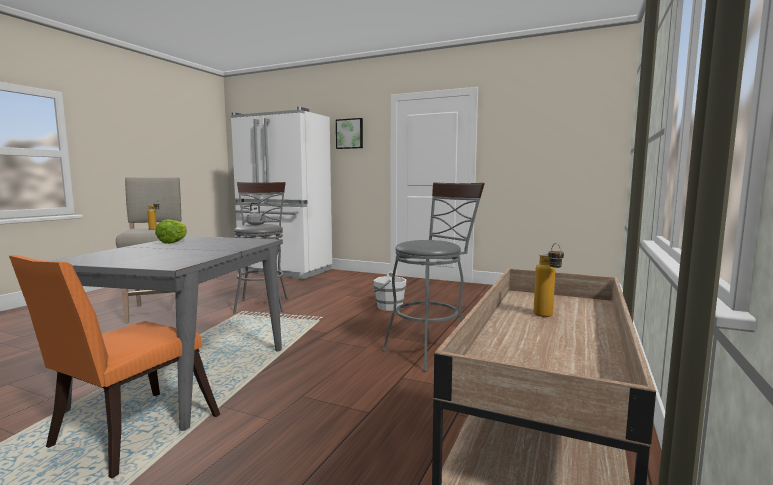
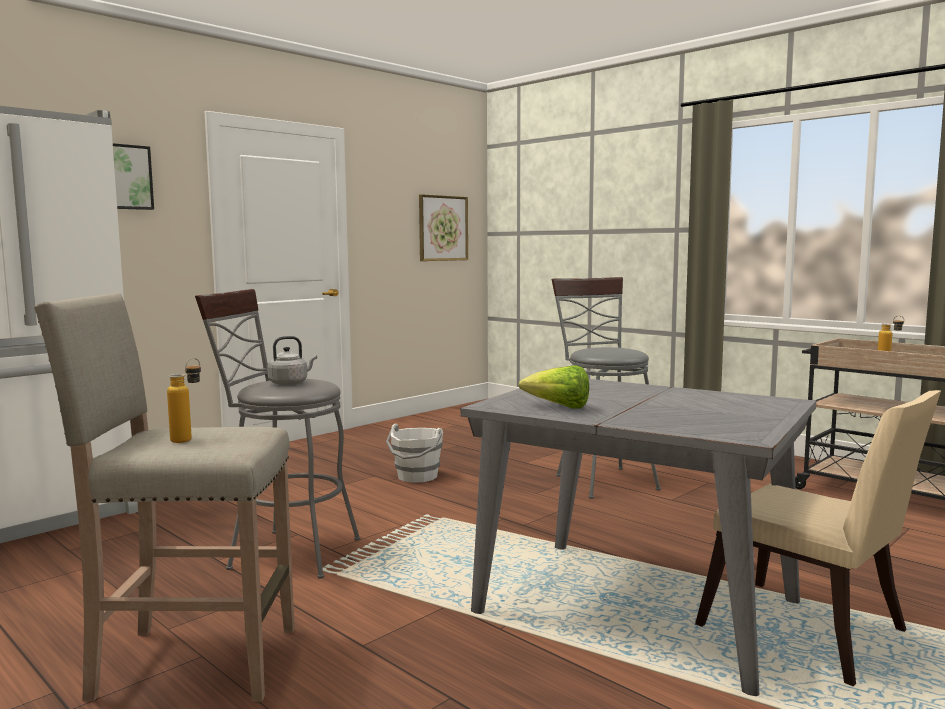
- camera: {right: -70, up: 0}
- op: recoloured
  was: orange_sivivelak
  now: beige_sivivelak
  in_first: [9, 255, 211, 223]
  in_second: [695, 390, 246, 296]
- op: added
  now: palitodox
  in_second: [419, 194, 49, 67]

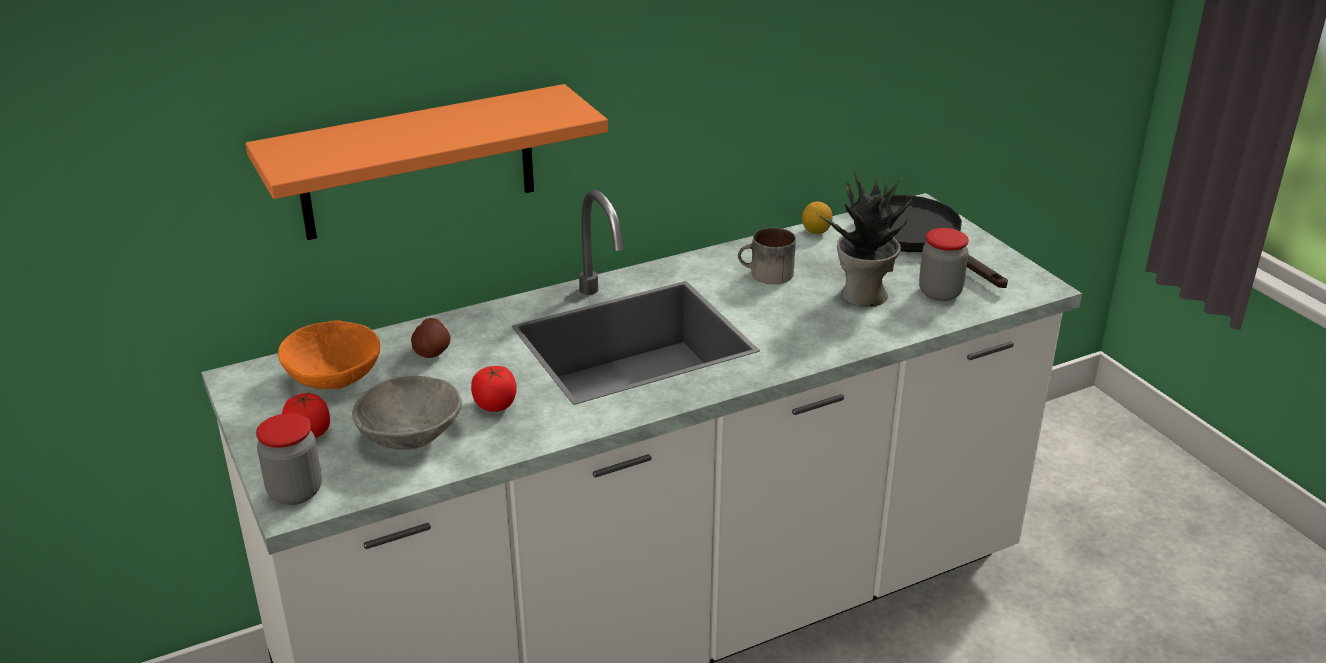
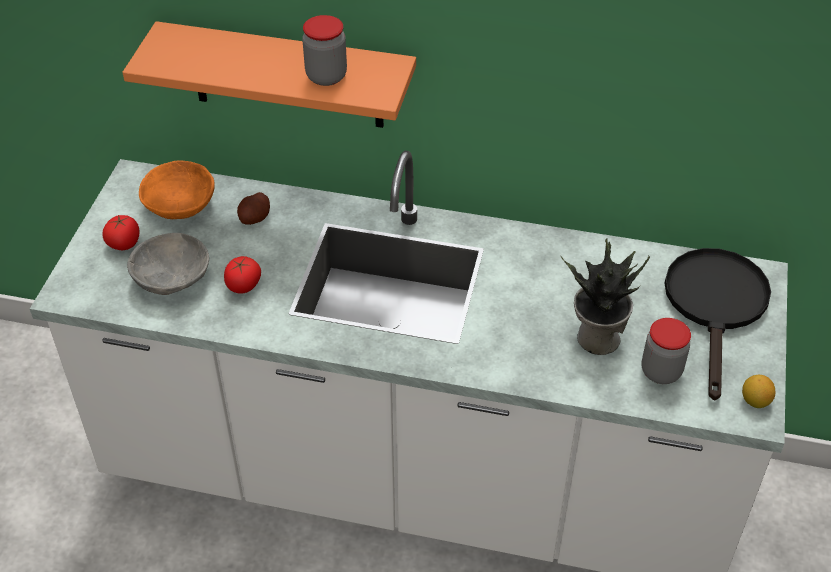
- camera: {right: 40, up: 15}
- op: moved
  was: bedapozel
  in_first: [256, 413, 66, 92]
  in_second: [302, 15, 45, 71]
- op: removed
  was: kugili
  in_first: [738, 228, 58, 56]
- op: moved
  was: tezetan
  in_first: [802, 202, 31, 32]
  in_second: [742, 375, 34, 33]

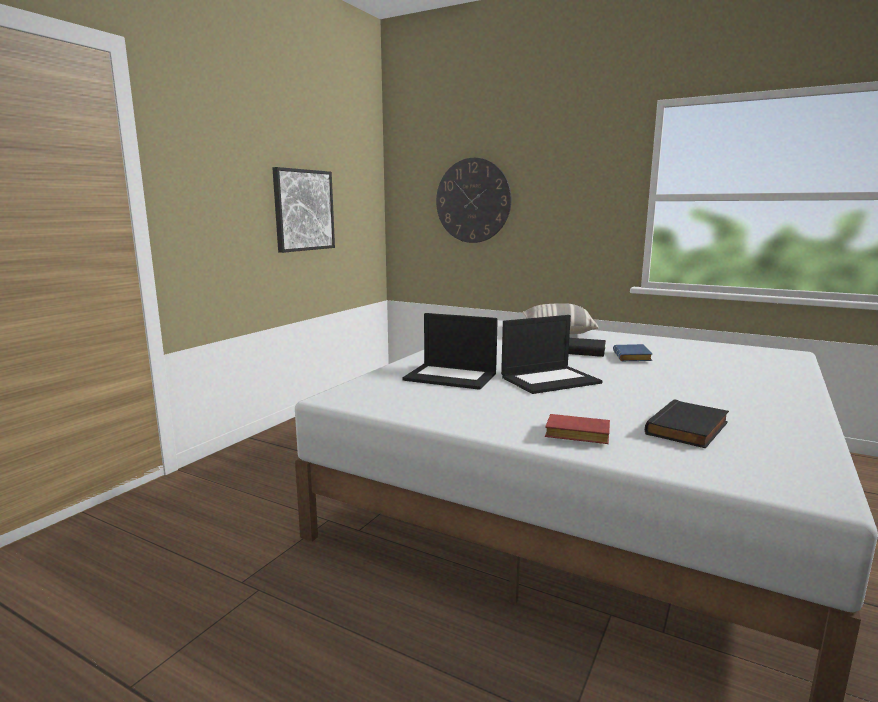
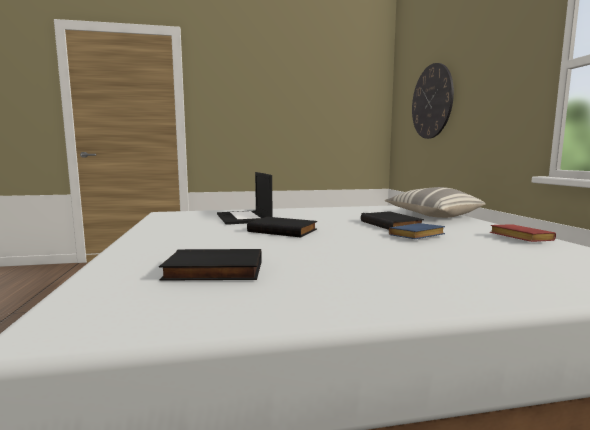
- camera: {right: 50, up: -5}
- op: removed
  was: palitodox
  in_first: [272, 167, 63, 86]
- op: replaced
  was: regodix
  now: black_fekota
  in_first: [501, 315, 102, 79]
  in_second: [247, 217, 70, 20]
- op: moved
  was: red_fekota
  in_first: [545, 414, 65, 30]
  in_second: [490, 224, 66, 18]

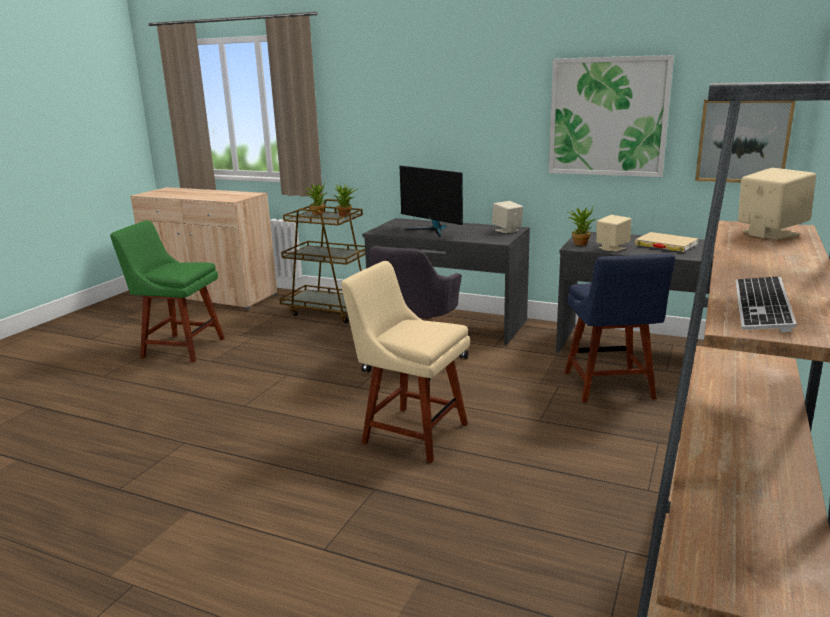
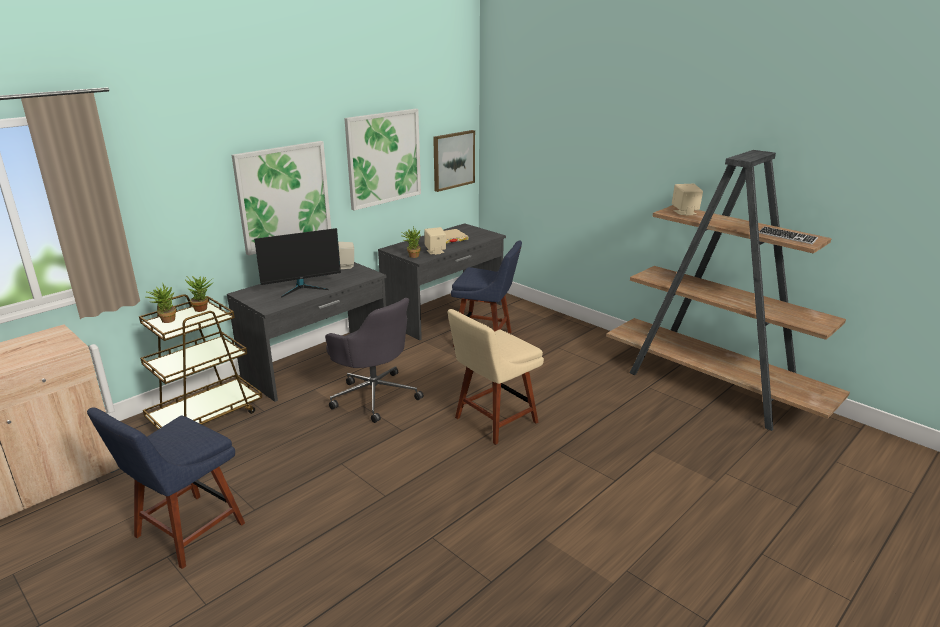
- camera: {right: -70, up: 5}
- op: recoloured
  was: green_sivivelak
  now: blue_sivivelak
  in_first: [110, 220, 115, 143]
  in_second: [87, 408, 158, 161]
- op: added
  now: palitodox
  in_second: [232, 141, 99, 115]

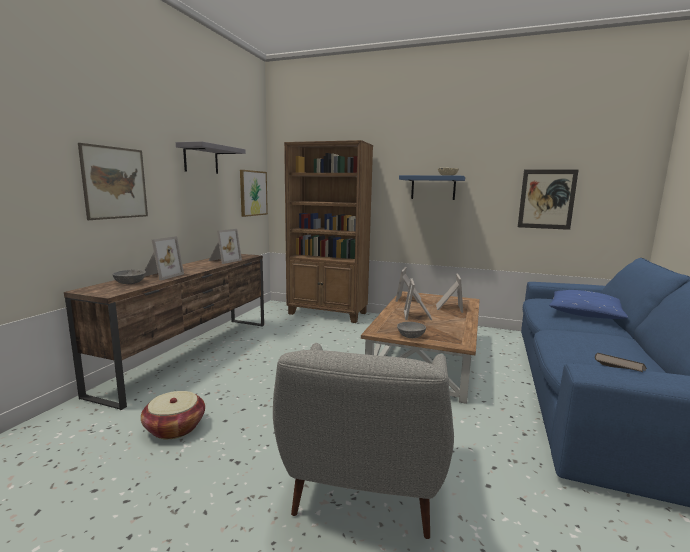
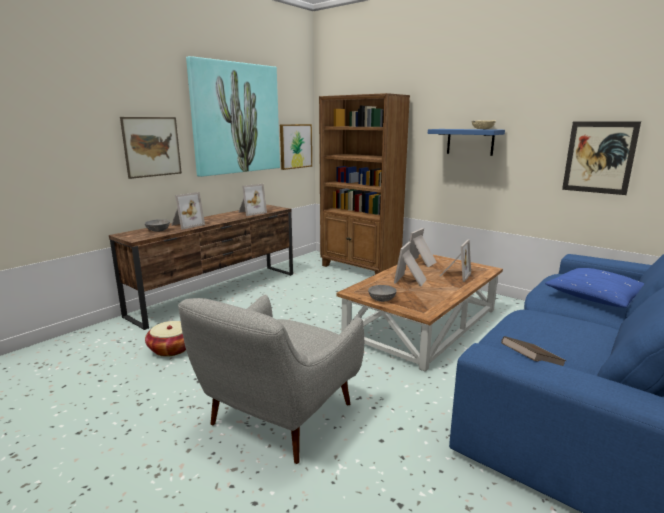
- camera: {right: 20, up: 5}
- op: replaced
  was: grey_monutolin
  now: palitodox
  in_first: [176, 141, 70, 33]
  in_second: [186, 56, 94, 121]

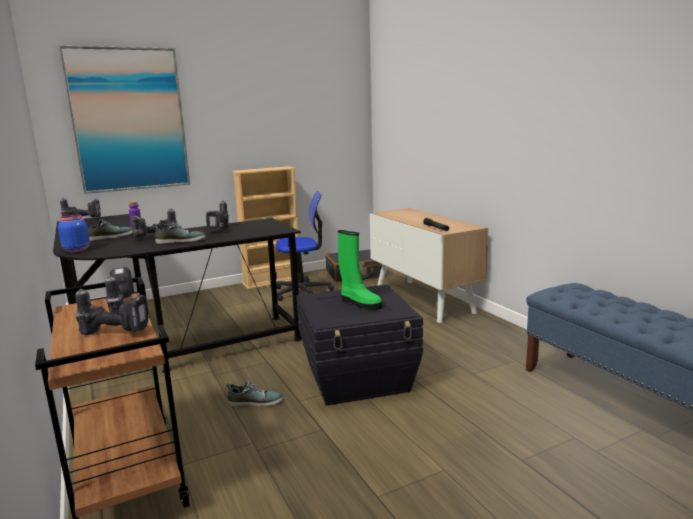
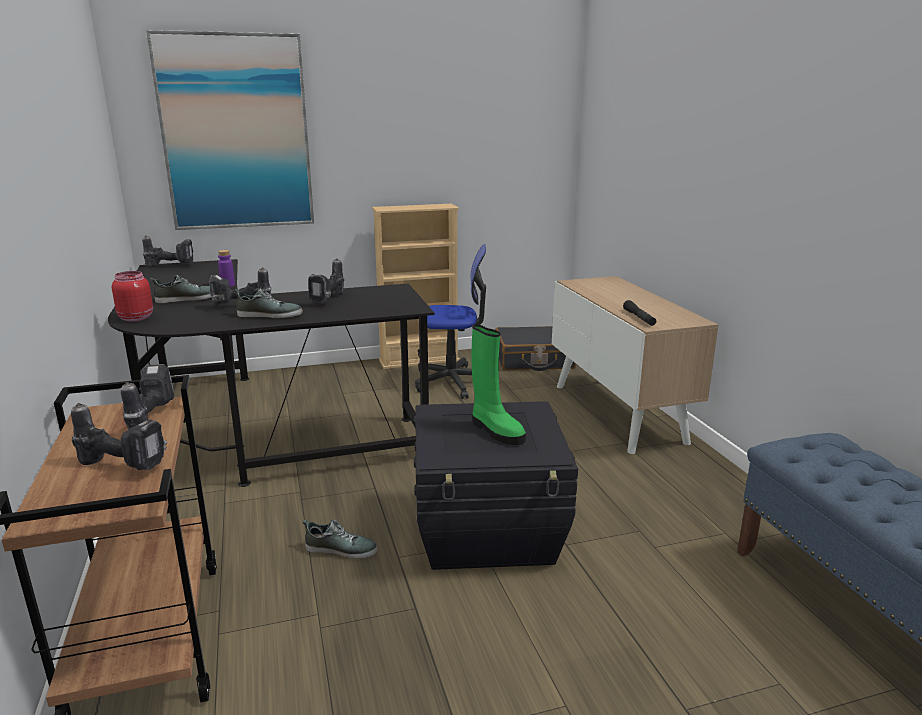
- camera: {right: 10, up: 5}
- op: recoloured
  was: blue_bedapozel
  now: red_bedapozel
  in_first: [58, 215, 32, 37]
  in_second: [112, 271, 41, 51]

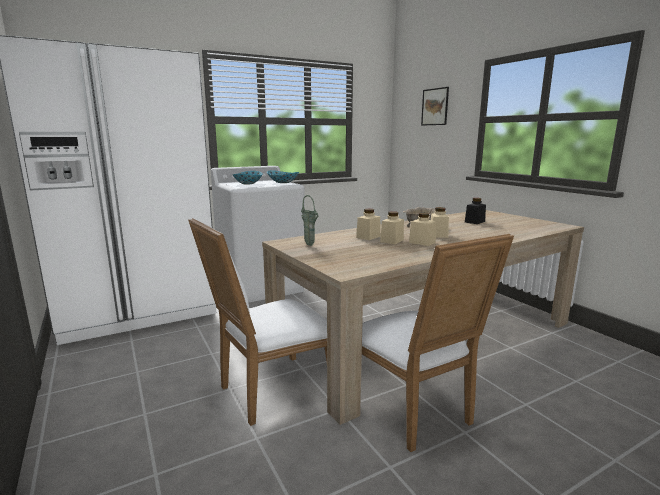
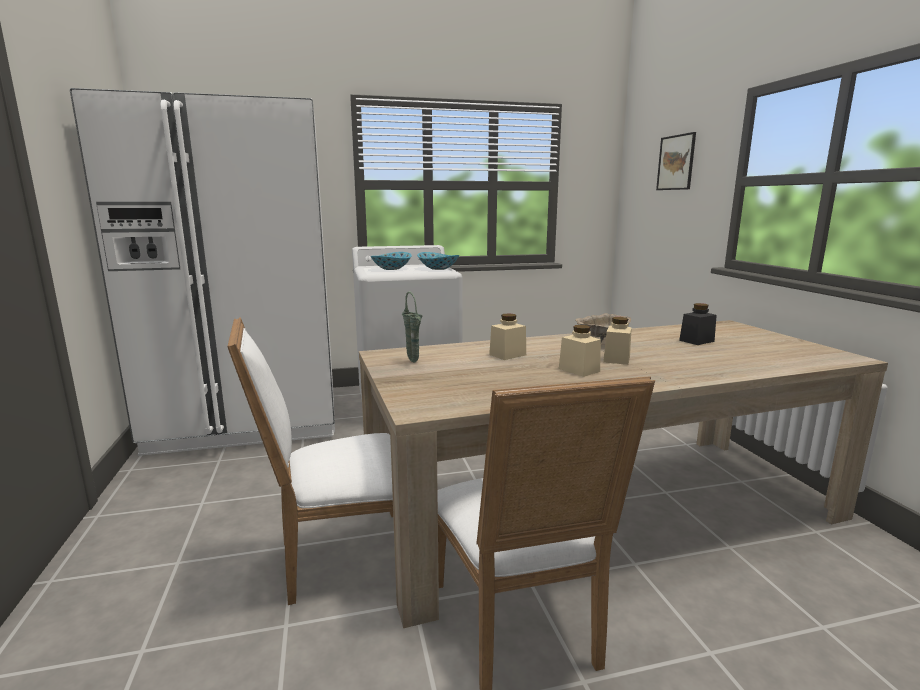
- camera: {right: 15, up: 0}
- op: removed
  was: beige_bedapozel
  in_first: [380, 211, 24, 33]

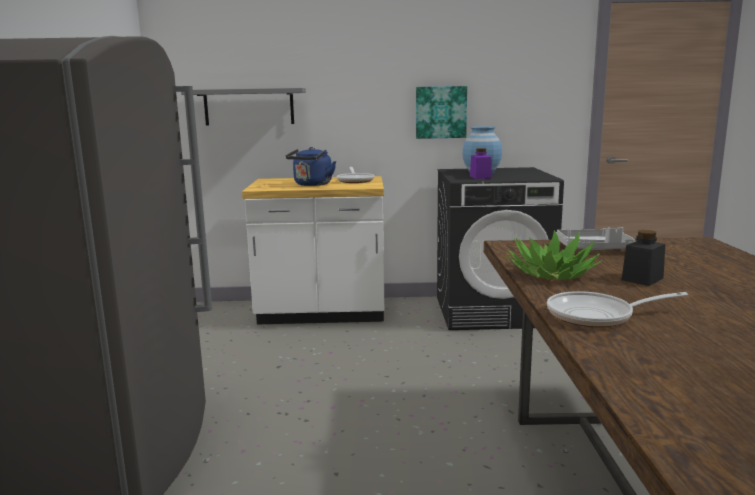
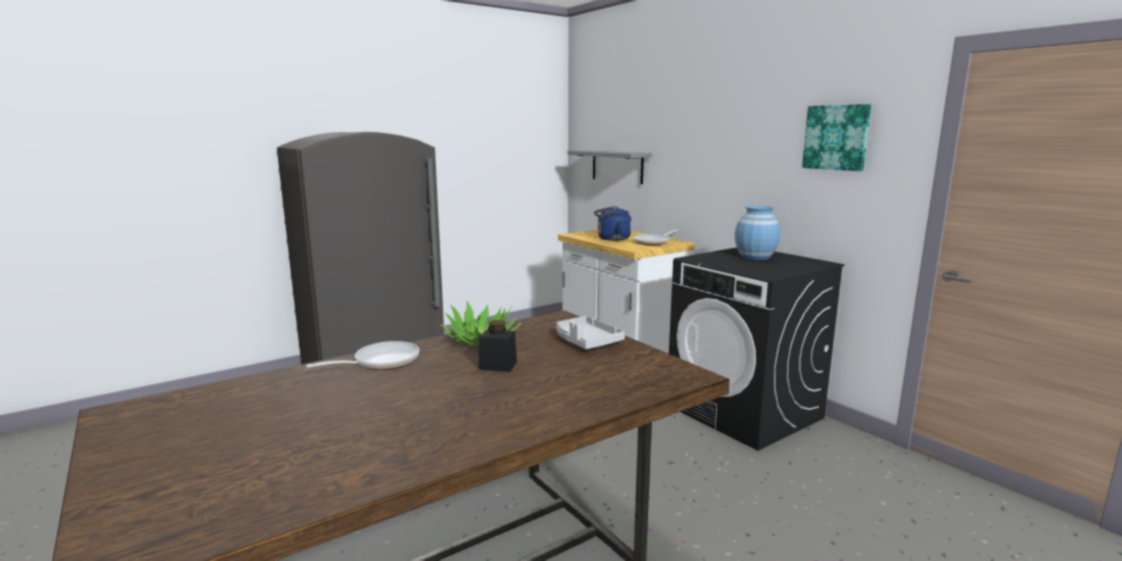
- camera: {right: 55, up: 0}
- op: moved
  was: palitodox
  in_first: [416, 86, 51, 53]
  in_second: [802, 104, 69, 67]
- op: removed
  was: purple_bedapozel
  in_first: [470, 148, 22, 31]
- op: turned
  was: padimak
  in_first: [547, 291, 141, 36]
  in_second: [306, 341, 113, 29]
  clockwise: 90

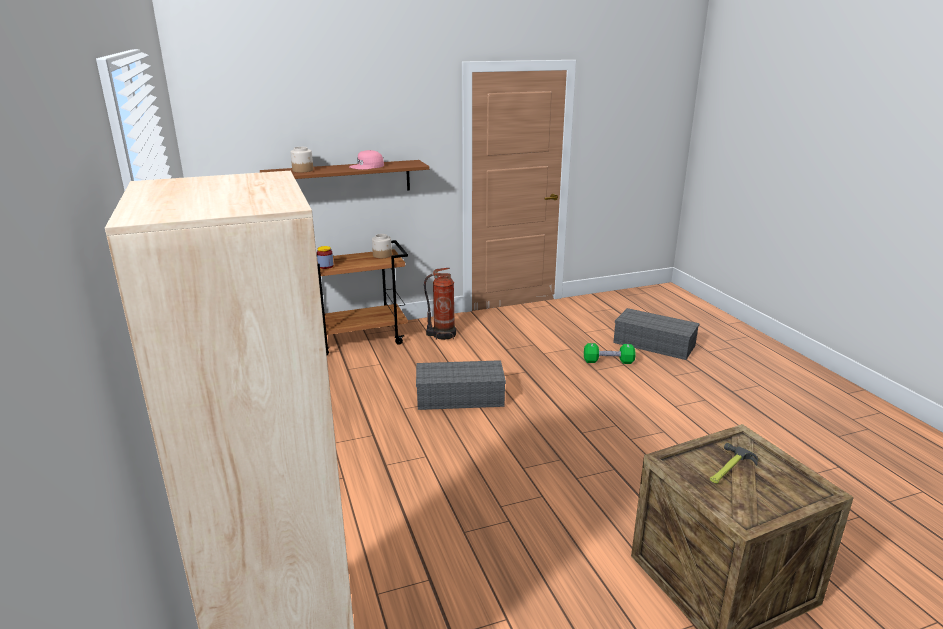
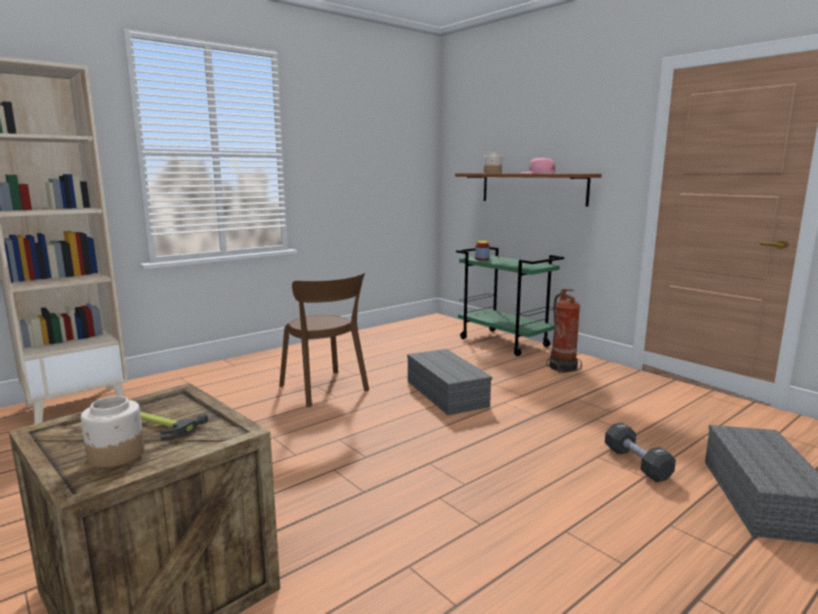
- camera: {right: 70, up: -10}
- op: recoloured
  was: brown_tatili
  now: green_tatili
  in_first: [317, 240, 91, 115]
  in_second: [456, 247, 108, 109]
- op: moved
  was: bedapozel
  in_first: [372, 234, 20, 24]
  in_second: [81, 396, 64, 71]
- op: recoloured
  was: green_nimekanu
  now: black_nimekanu
  in_first: [584, 343, 52, 21]
  in_second: [605, 423, 71, 59]
- op: added
  now: brown_sivivelak
  in_second: [279, 272, 90, 135]

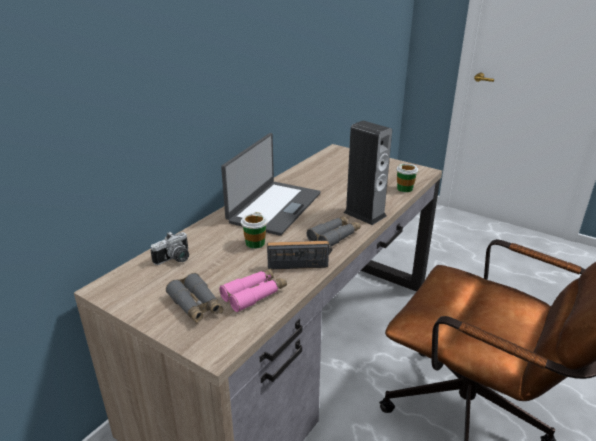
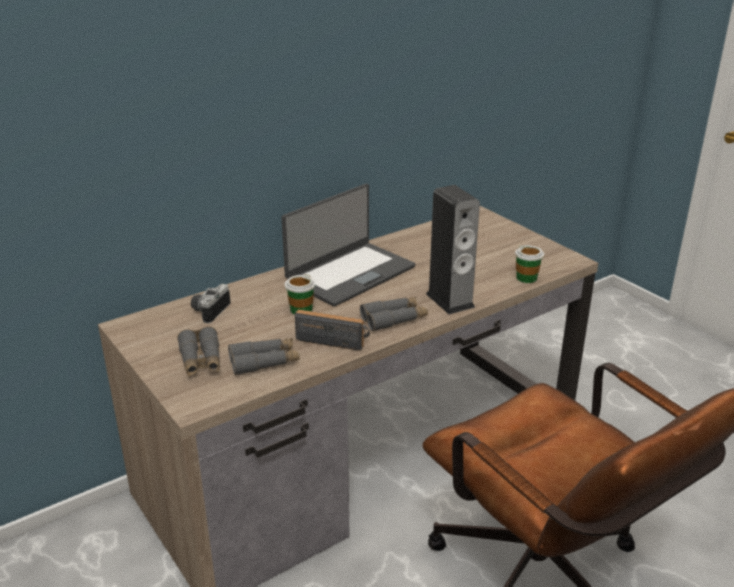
- camera: {right: 20, up: 0}
- op: turned
  was: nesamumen
  in_first: [150, 232, 39, 33]
  in_second: [191, 284, 39, 40]
  clockwise: 135
- op: recoloured
  was: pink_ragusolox
  now: grey_ragusolox
  in_first: [219, 269, 68, 43]
  in_second: [228, 338, 72, 37]

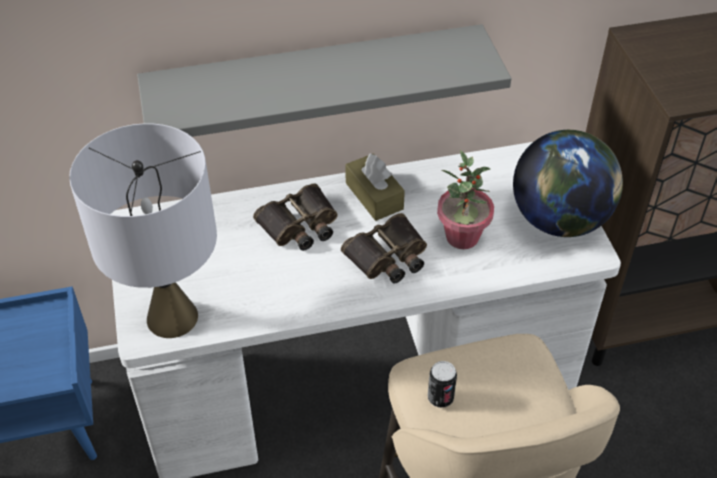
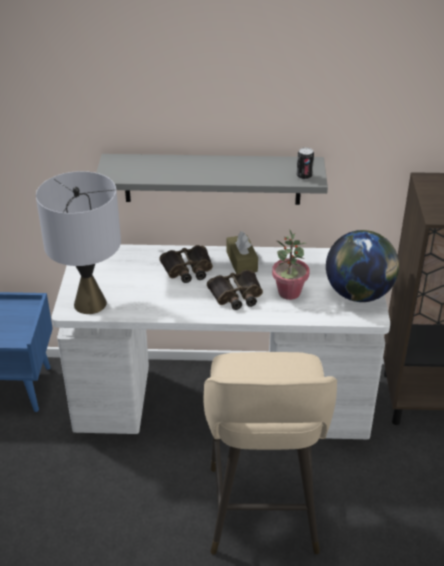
- camera: {right: 15, up: -10}
- op: moved
  was: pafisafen
  in_first: [428, 361, 29, 47]
  in_second: [296, 147, 18, 33]

